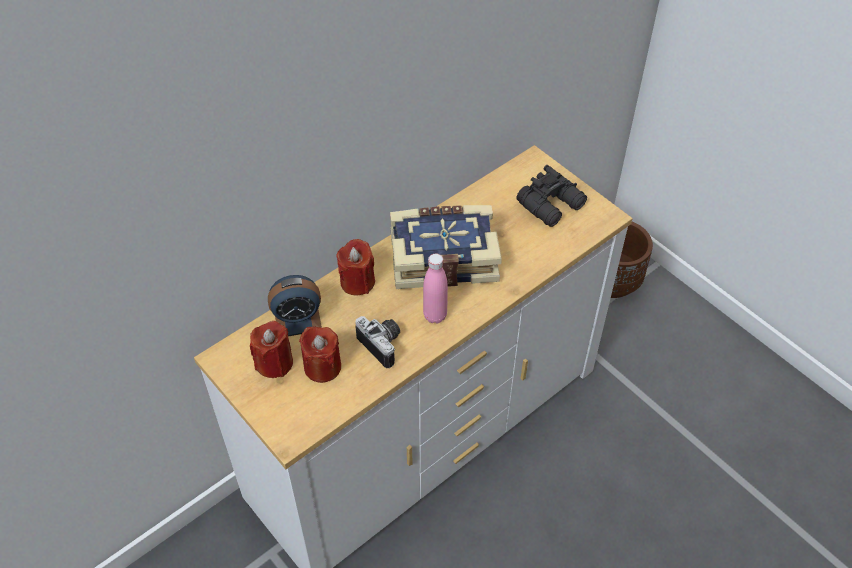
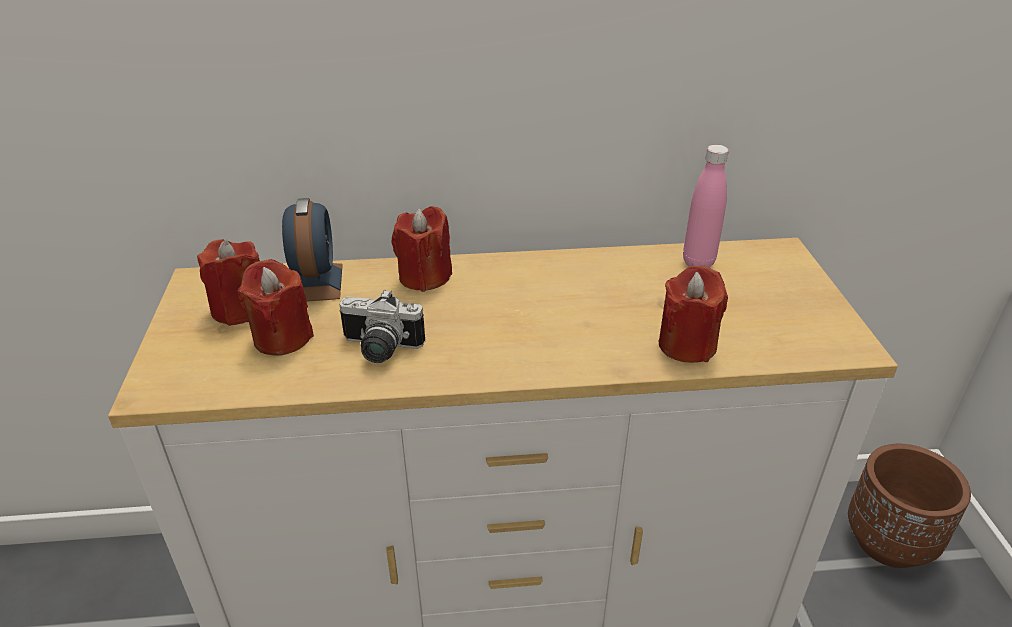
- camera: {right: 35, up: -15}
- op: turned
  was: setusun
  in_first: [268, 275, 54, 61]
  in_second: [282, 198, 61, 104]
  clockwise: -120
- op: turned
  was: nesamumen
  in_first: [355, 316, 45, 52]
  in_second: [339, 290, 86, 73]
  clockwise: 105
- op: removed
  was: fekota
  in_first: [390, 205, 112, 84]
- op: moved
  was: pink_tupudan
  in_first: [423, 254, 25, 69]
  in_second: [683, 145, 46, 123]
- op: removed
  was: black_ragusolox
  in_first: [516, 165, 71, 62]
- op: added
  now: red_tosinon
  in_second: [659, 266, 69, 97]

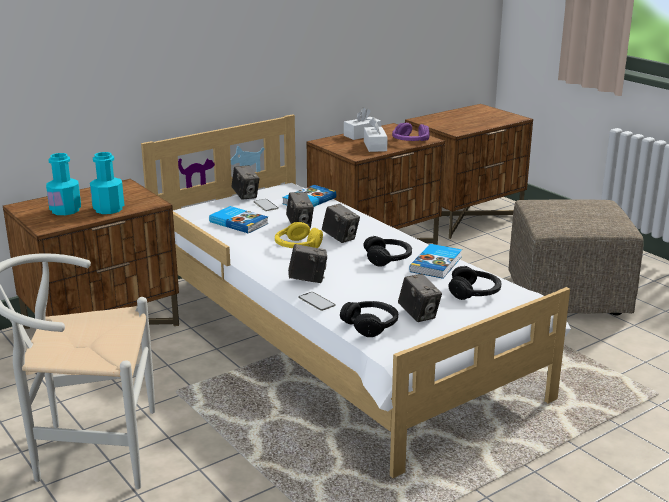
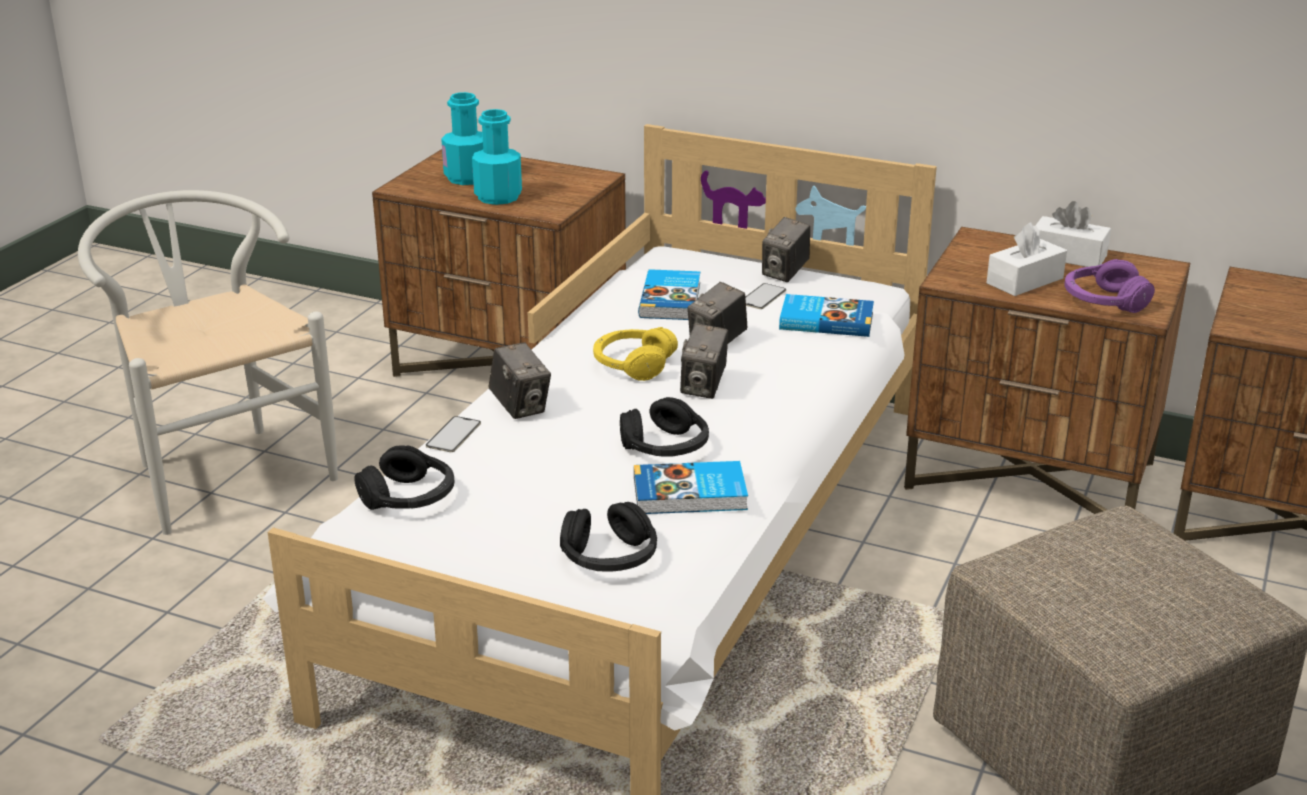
- camera: {right: 60, up: 5}
- op: removed
  was: nesamumen
  in_first: [398, 274, 44, 48]

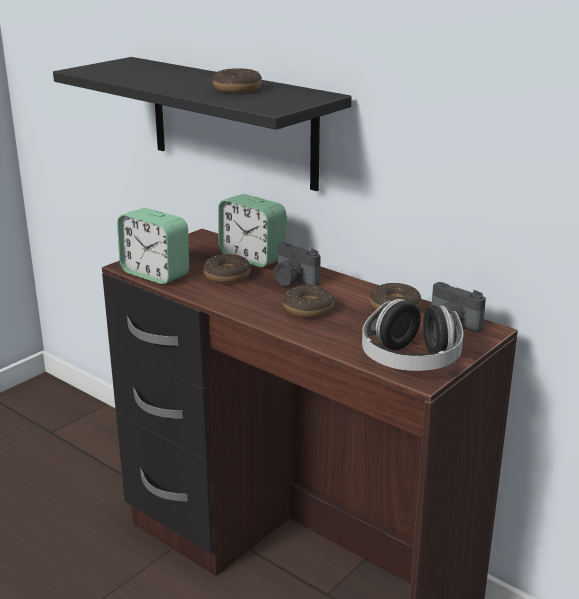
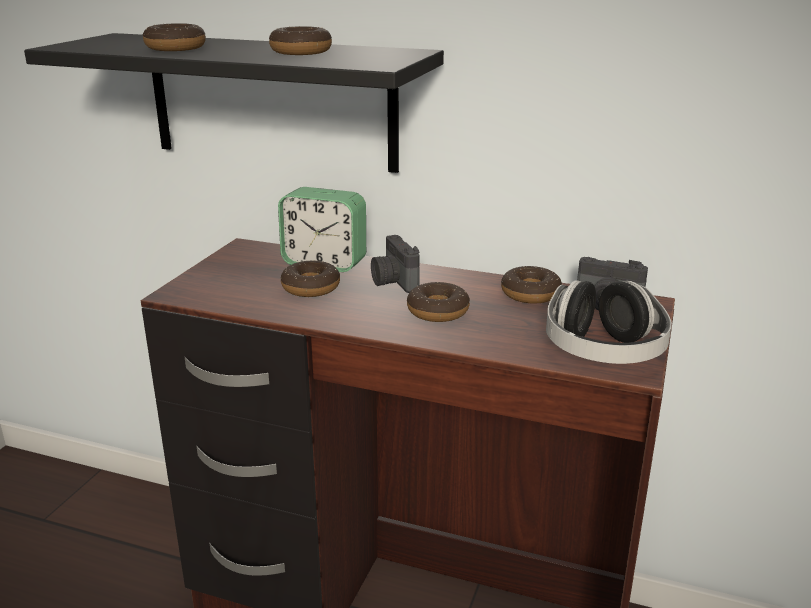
- camera: {right: -20, up: 0}
- op: removed
  was: setusun
  in_first: [117, 208, 72, 76]
- op: turned
  was: nesamumen
  in_first: [274, 242, 47, 44]
  in_second: [371, 235, 49, 58]
  clockwise: 45
- op: added
  now: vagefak
  in_second: [143, 23, 63, 28]

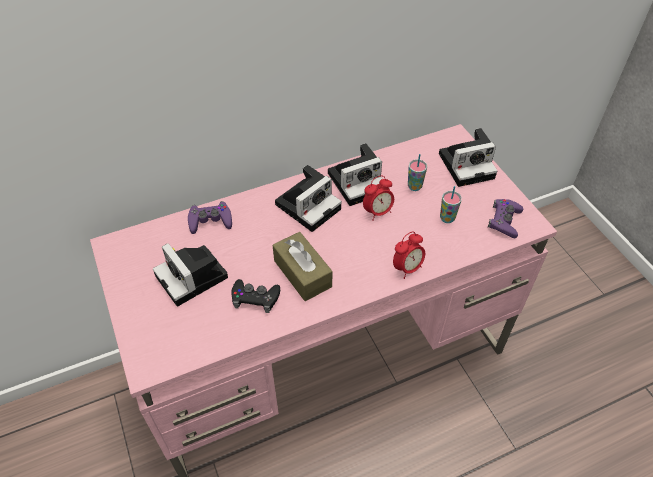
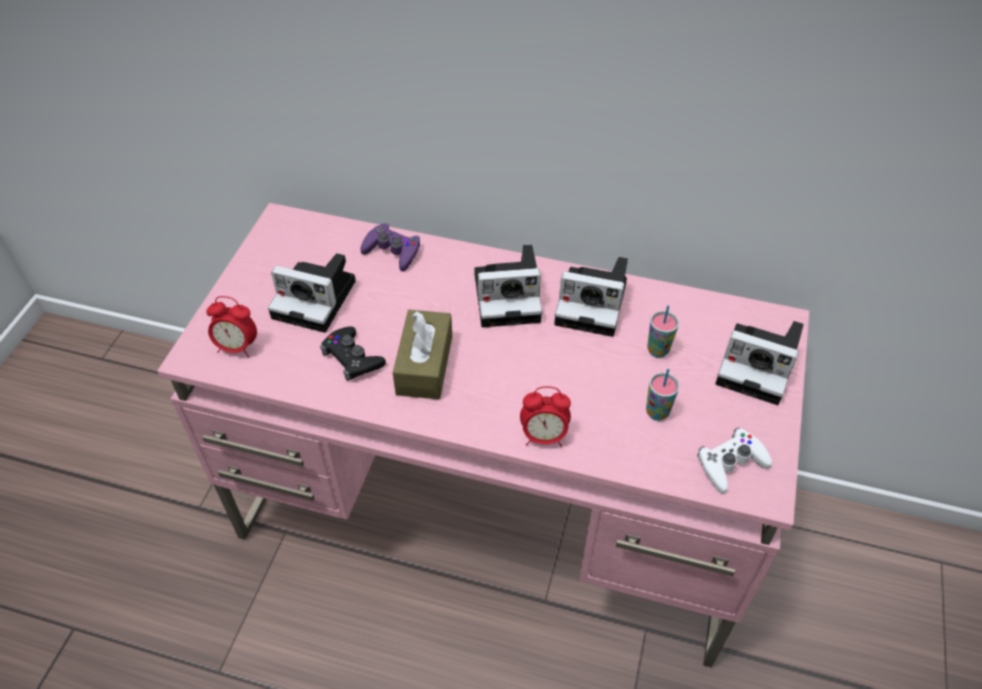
- camera: {right: 40, up: 0}
- op: turned
  was: nesamumen
  in_first: [153, 243, 75, 64]
  in_second: [268, 253, 88, 80]
  clockwise: -75
- op: moved
  was: setusun
  in_first: [363, 175, 31, 46]
  in_second: [206, 296, 51, 61]
- op: recoloured
  was: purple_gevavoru
  now: white_gevavoru
  in_first: [488, 199, 35, 39]
  in_second: [697, 427, 75, 67]

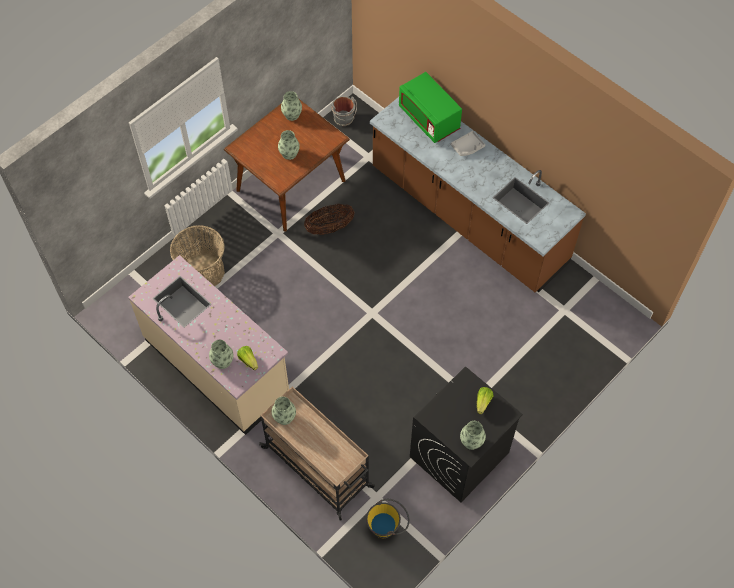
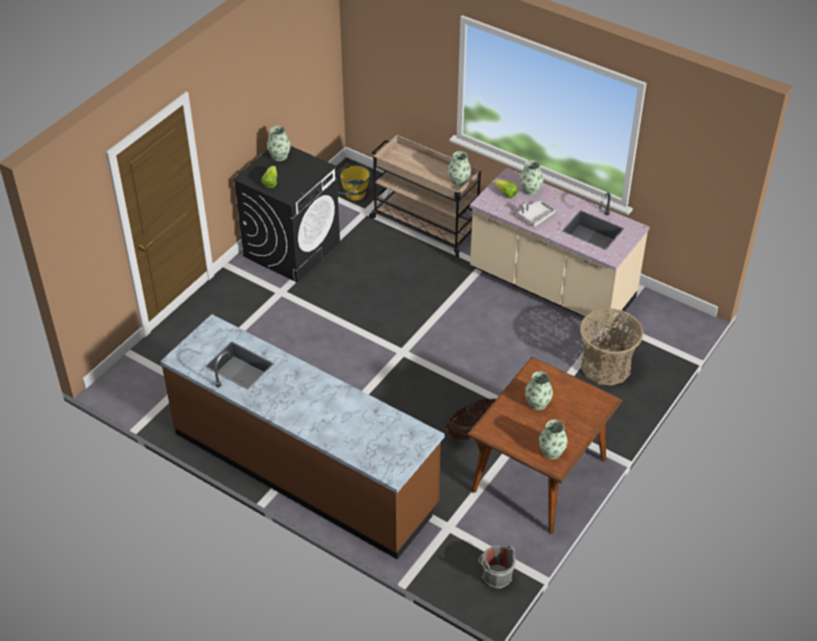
- camera: {right: 170, up: -15}
- op: removed
  was: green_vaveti
  in_first: [399, 72, 63, 71]
- op: moved
  was: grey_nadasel
  in_first: [451, 131, 34, 25]
  in_second: [517, 201, 38, 26]

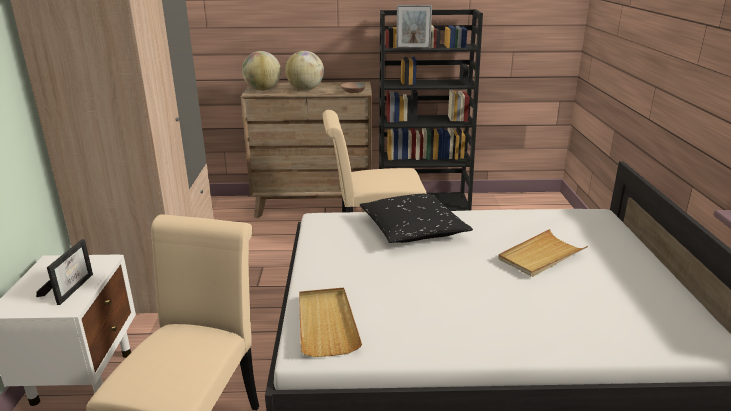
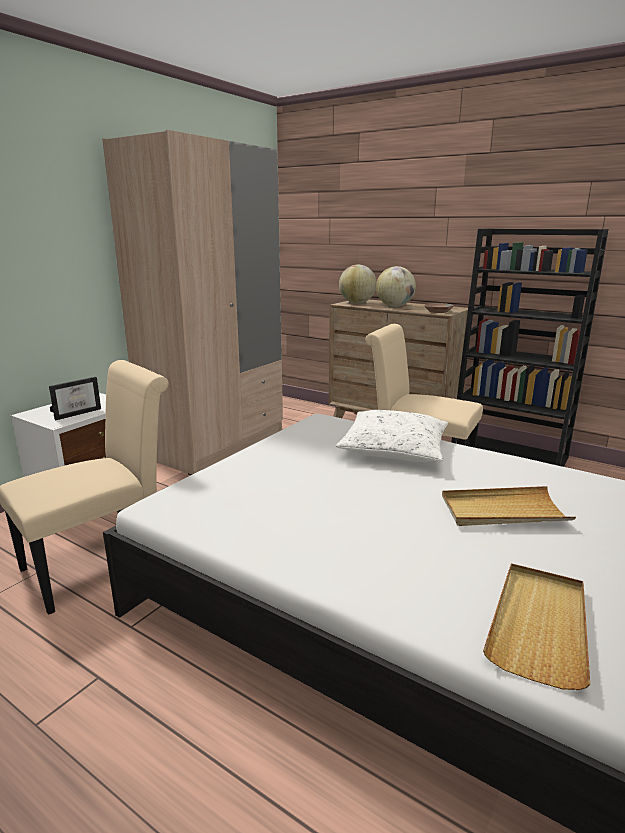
- camera: {right: 35, up: -5}
- op: moved
  was: beige_nadasel
  in_first: [299, 288, 63, 69]
  in_second: [483, 563, 107, 127]
- op: recoloured
  was: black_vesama
  now: white_vesama
  in_first: [360, 194, 113, 49]
  in_second: [336, 410, 112, 52]
- op: removed
  was: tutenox
  in_first: [396, 5, 36, 44]

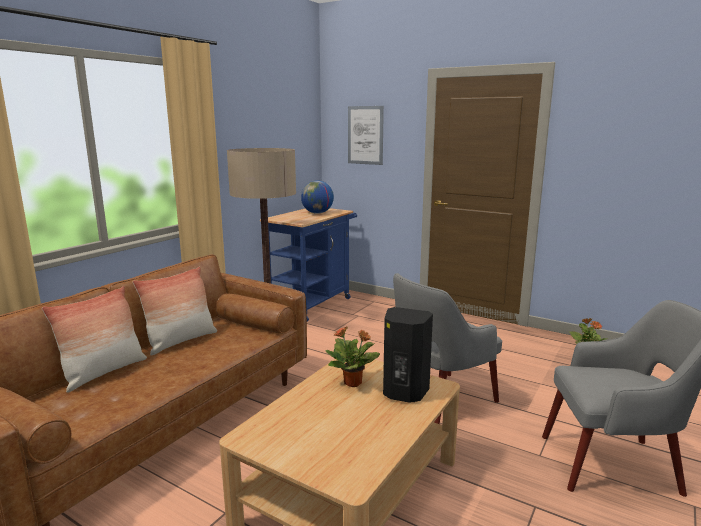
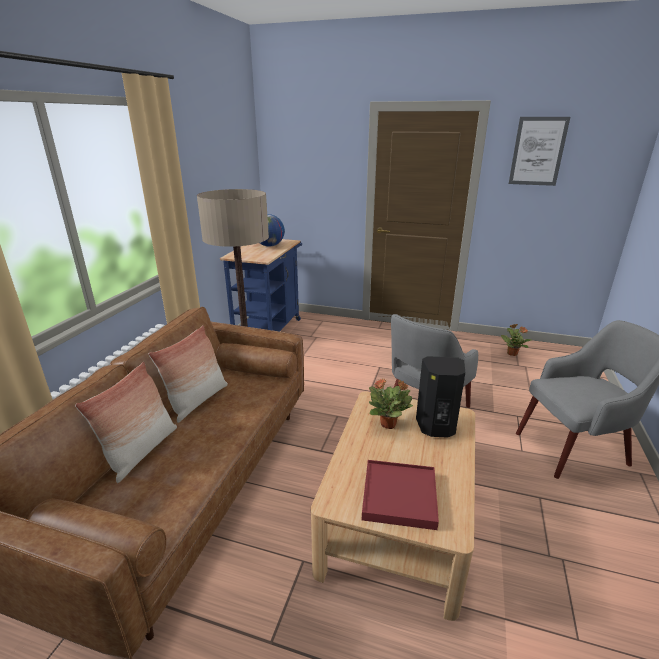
- camera: {right: -15, up: 10}
- op: moved
  was: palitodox
  in_first: [348, 106, 36, 59]
  in_second: [509, 117, 61, 69]
- op: added
  now: red_nadasel
  in_second: [362, 460, 77, 70]

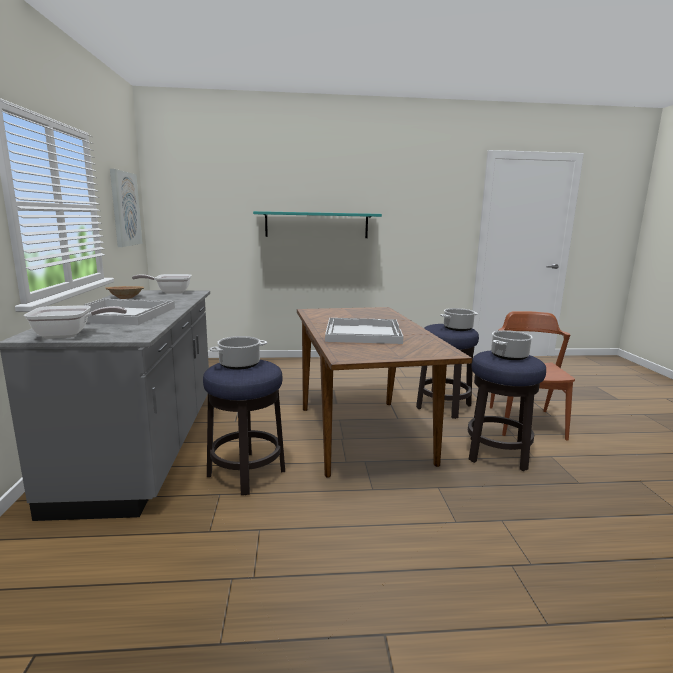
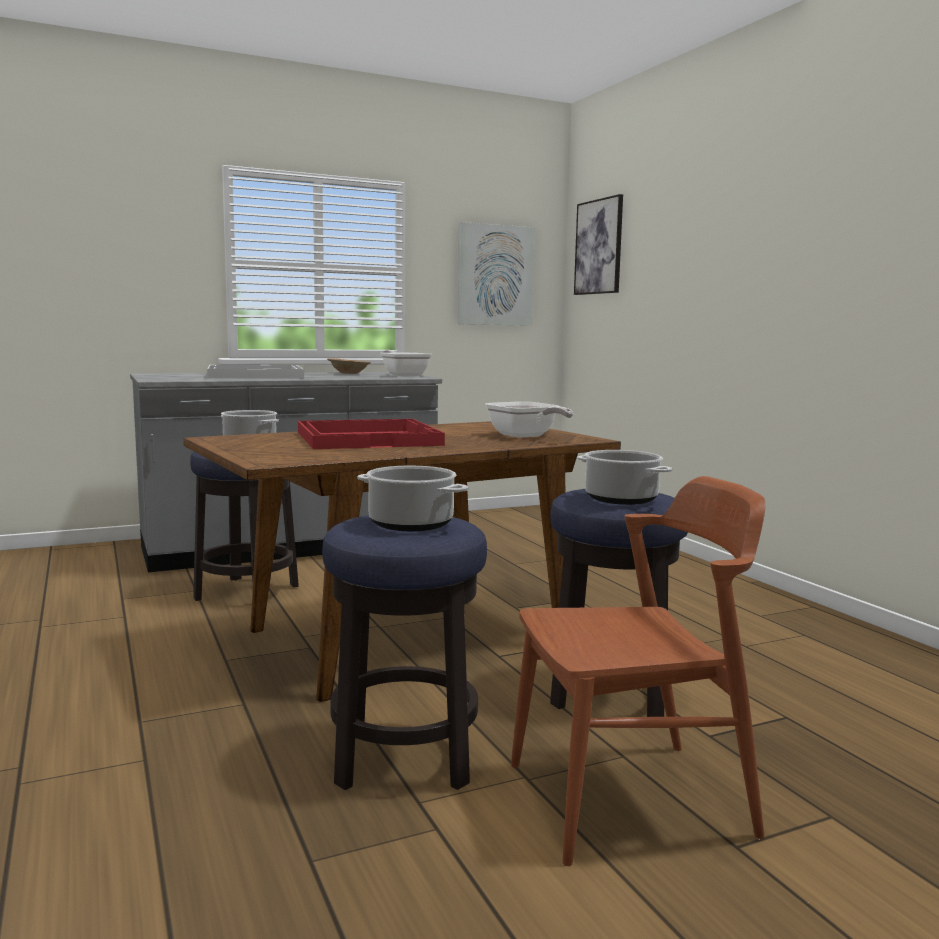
- camera: {right: 70, up: -5}
- op: moved
  was: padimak
  in_first: [24, 305, 103, 34]
  in_second: [485, 401, 89, 37]
- op: removed
  was: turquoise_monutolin
  in_first: [253, 211, 129, 27]
- op: recoloured
  was: white_nadasel
  now: red_nadasel
  in_first: [325, 318, 78, 26]
  in_second: [298, 419, 147, 30]
- op: added
  now: palitodox
  in_second: [574, 194, 49, 101]

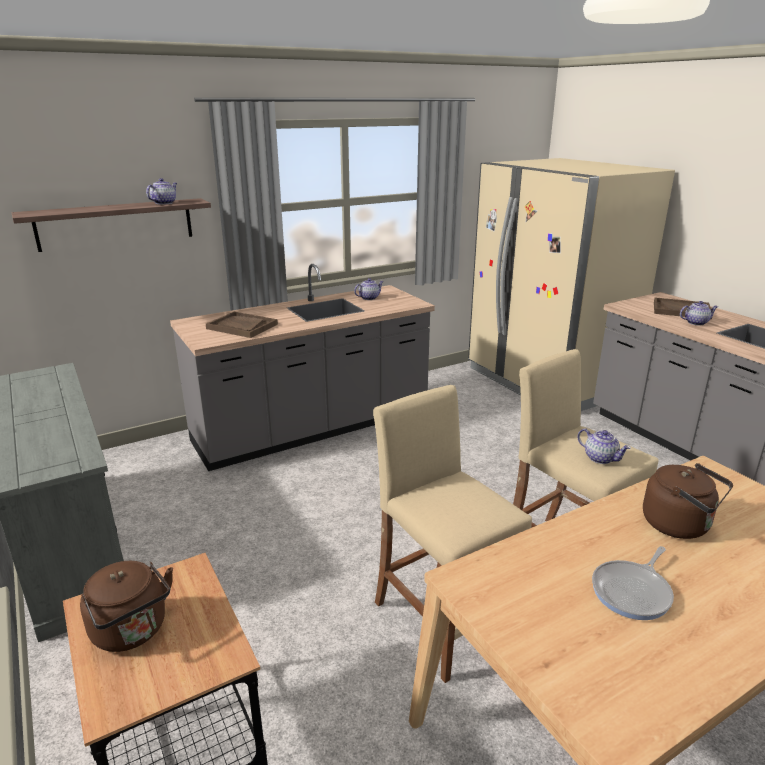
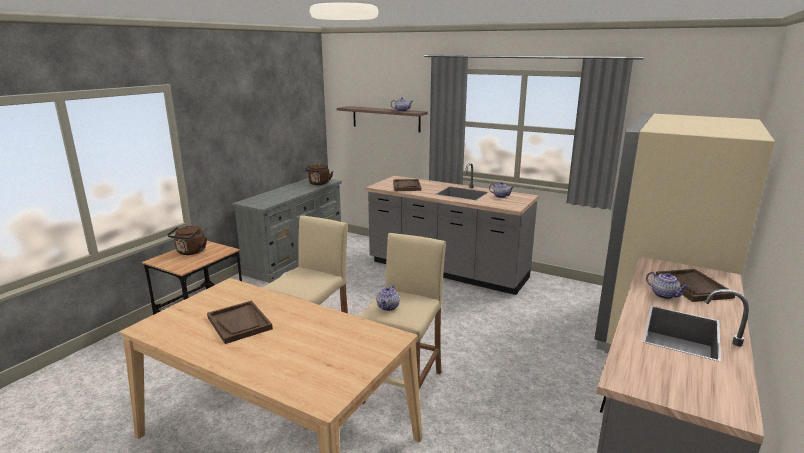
- camera: {right: 60, up: -5}
- op: replaced
  was: padimak
  now: brown_nadasel
  in_first: [592, 546, 82, 74]
  in_second: [207, 301, 66, 43]
- op: moved
  was: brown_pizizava
  in_first: [643, 463, 90, 76]
  in_second: [305, 163, 28, 22]

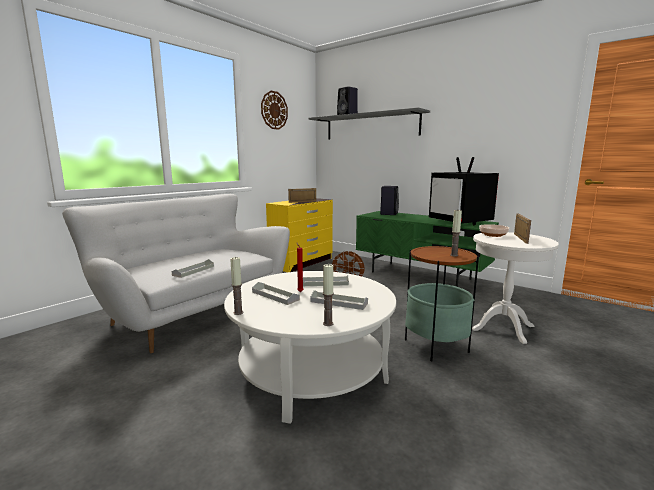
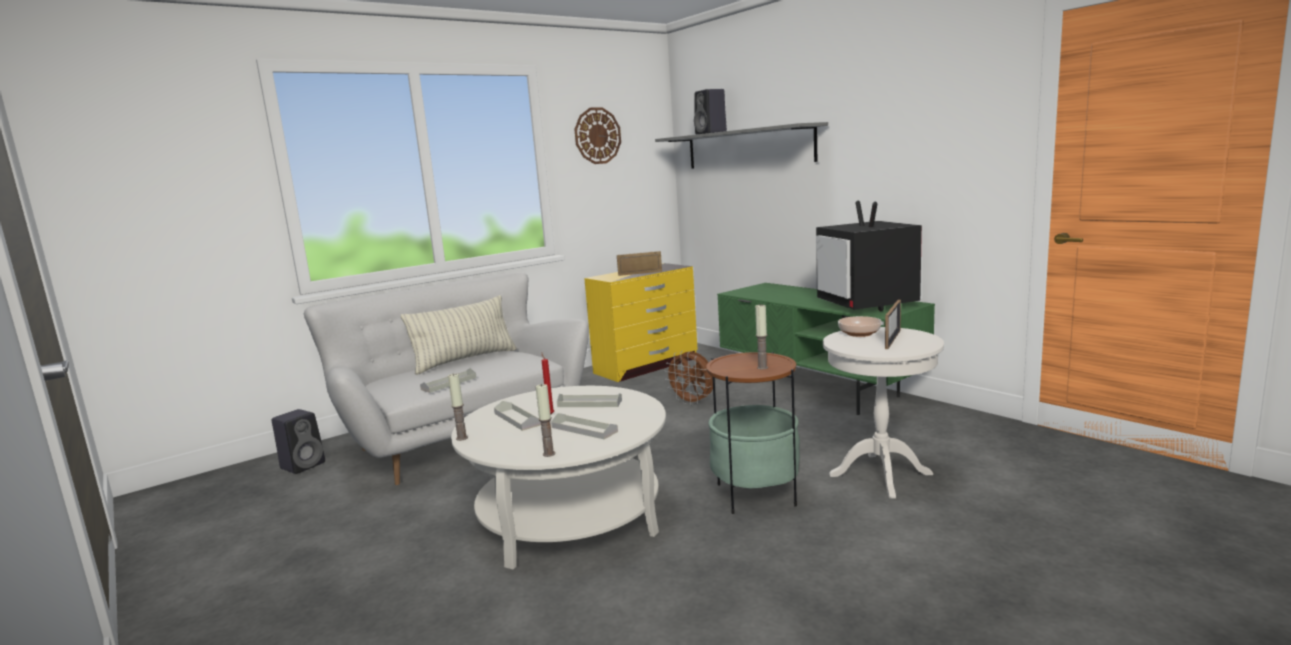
- camera: {right: 15, up: 0}
- op: moved
  was: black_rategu
  in_first: [380, 186, 19, 29]
  in_second: [272, 409, 53, 65]
- op: added
  now: vesama
  in_second: [401, 295, 116, 80]

